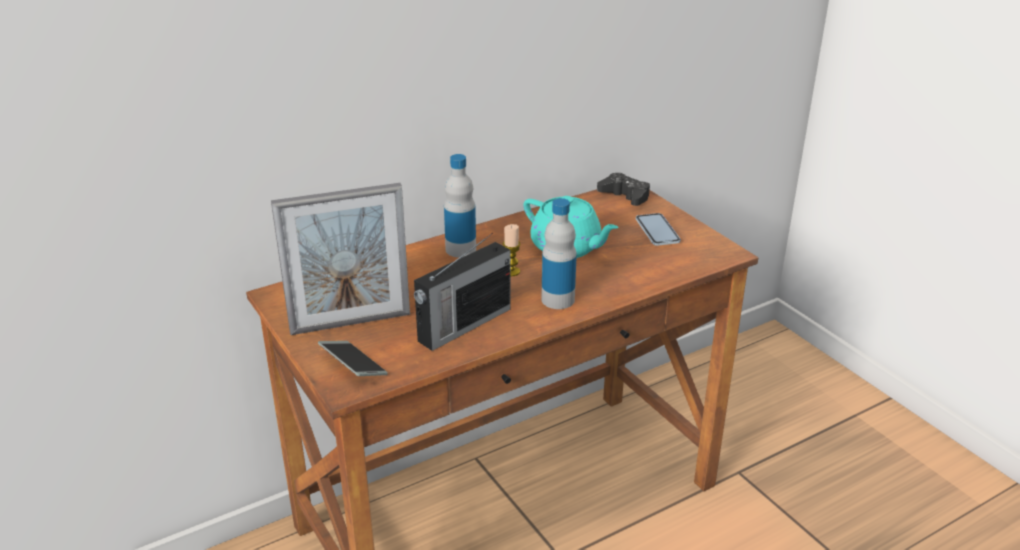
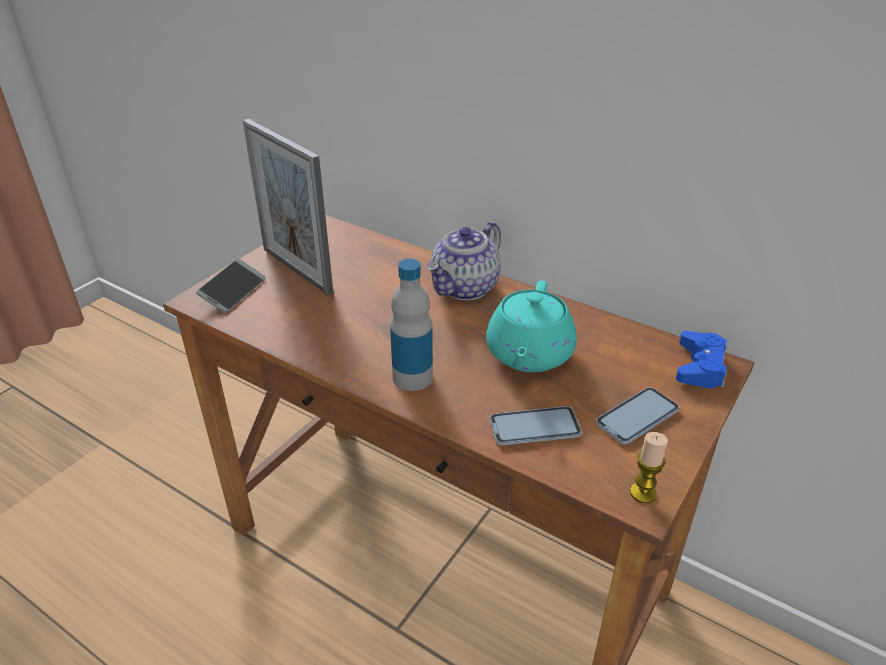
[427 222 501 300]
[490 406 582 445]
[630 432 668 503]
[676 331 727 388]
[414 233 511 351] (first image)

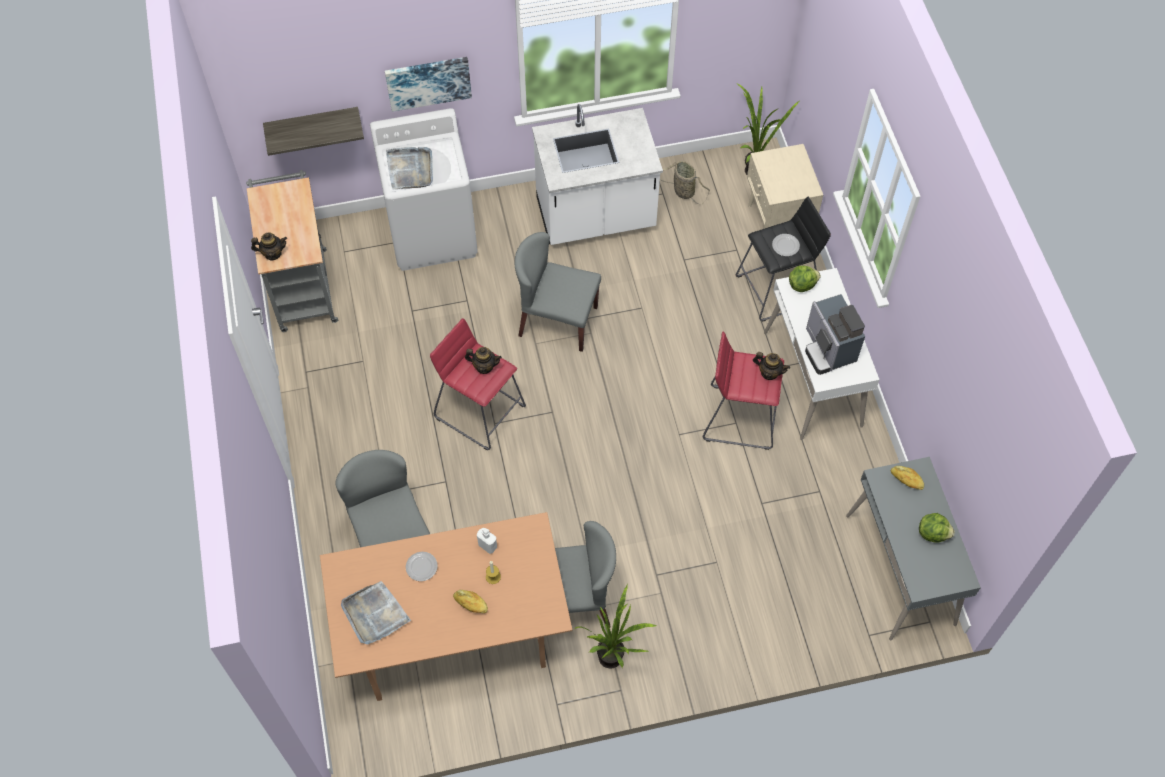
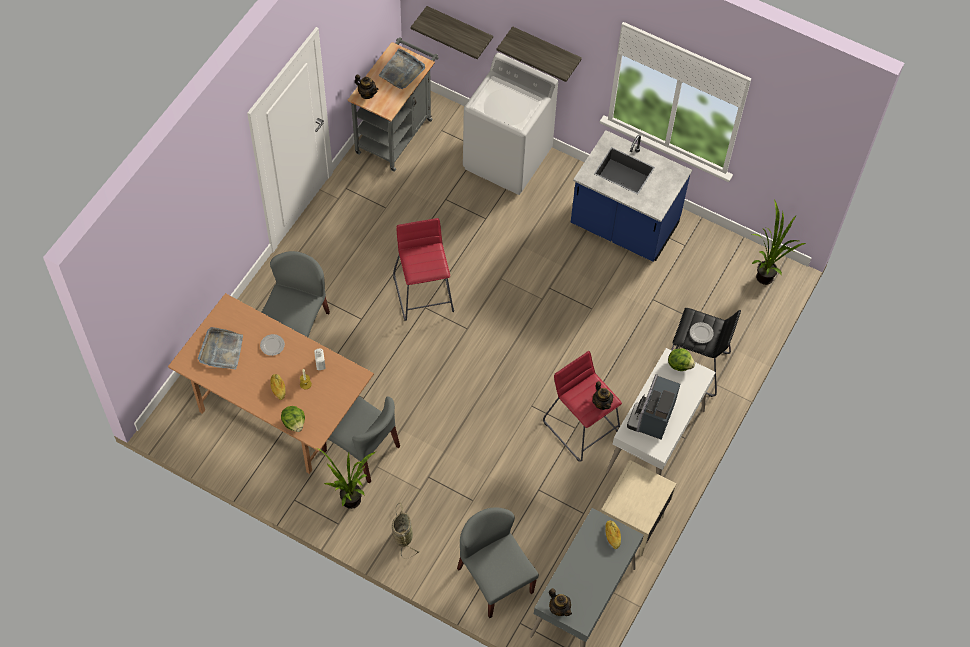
[281 406 305 432]
[378 48 425 89]
[392 502 419 559]
[457 507 539 618]
[497 27 582 82]
[549 588 572 616]
[571 130 692 262]
[601 460 676 556]

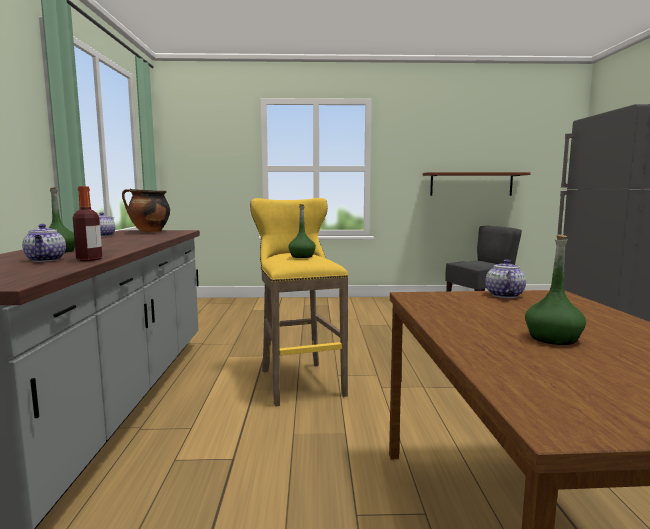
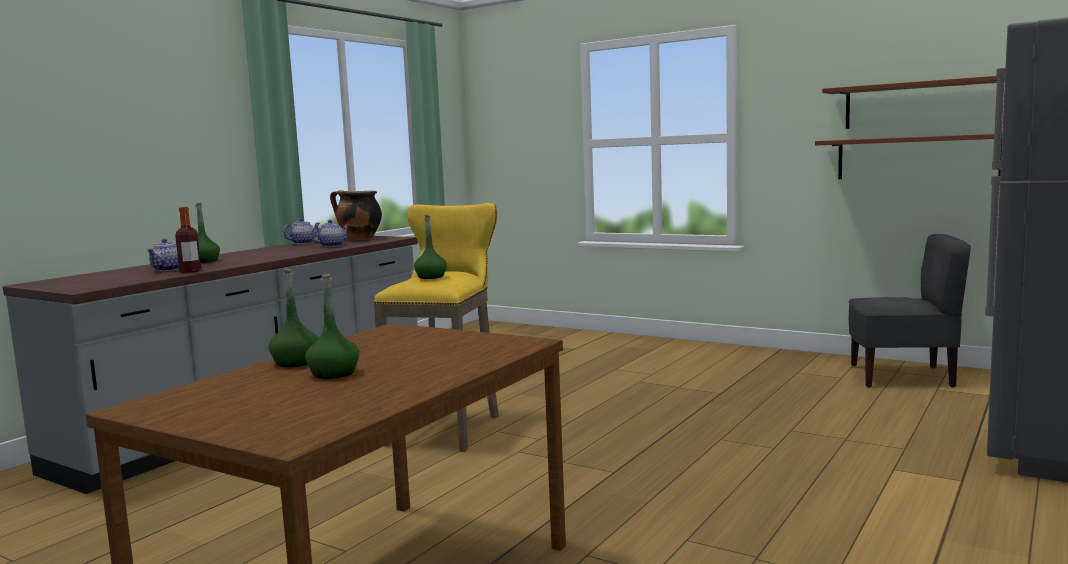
[268 269 318 367]
[310 220 349 247]
[822 76 1005 129]

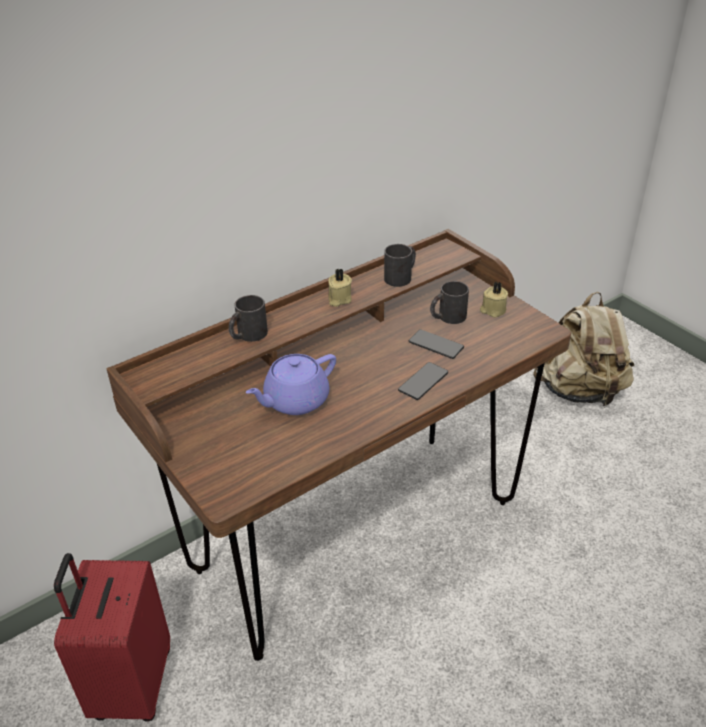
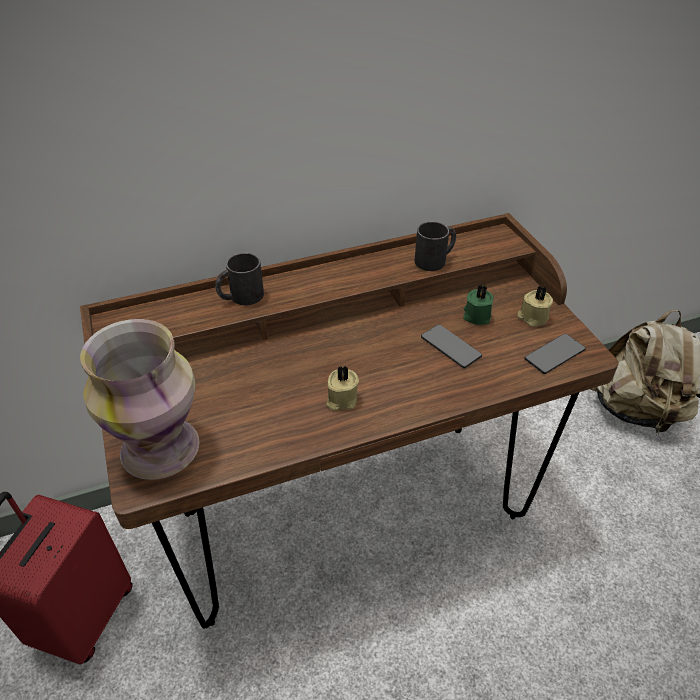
[80 319 199 480]
[326 366 359 411]
[463 285 494 325]
[524 334 586 374]
[246 354 336 415] (first image)

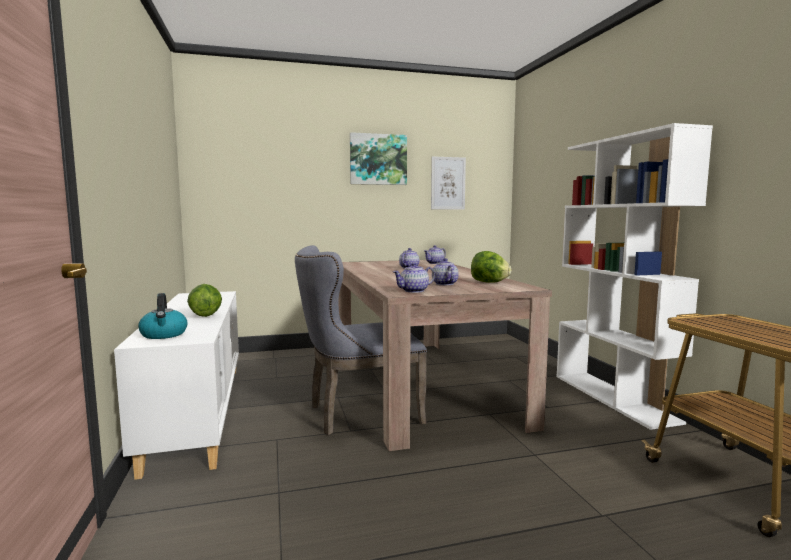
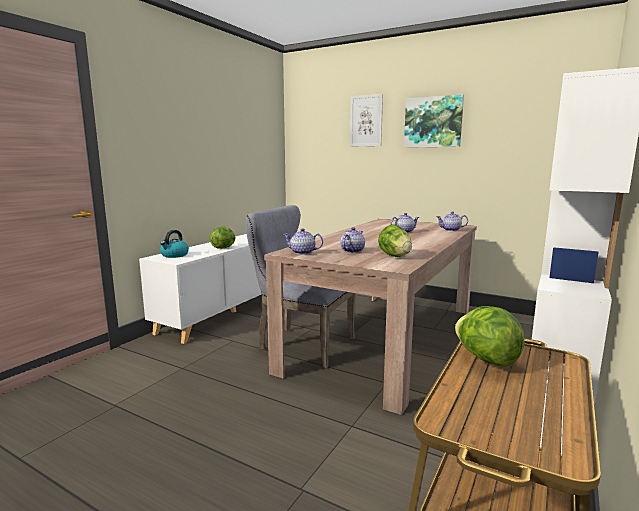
[350 94 383 146]
[455 306 525 367]

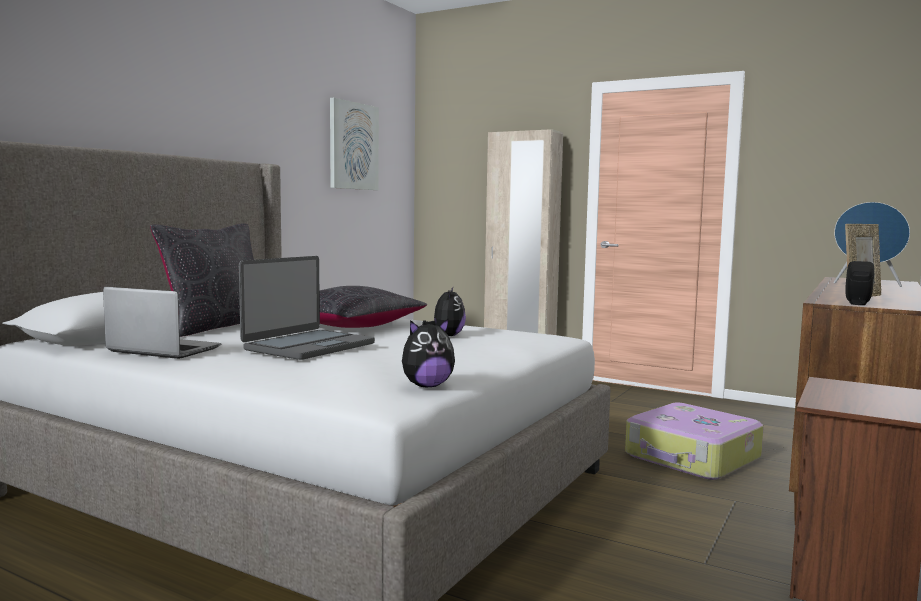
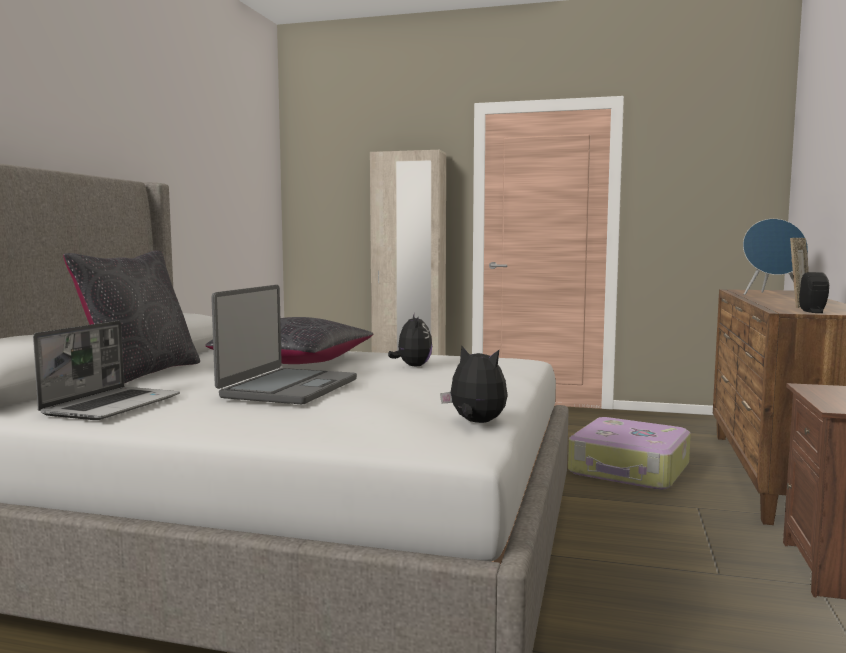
[33 321 180 420]
[440 346 508 423]
[330 98 379 190] (first image)

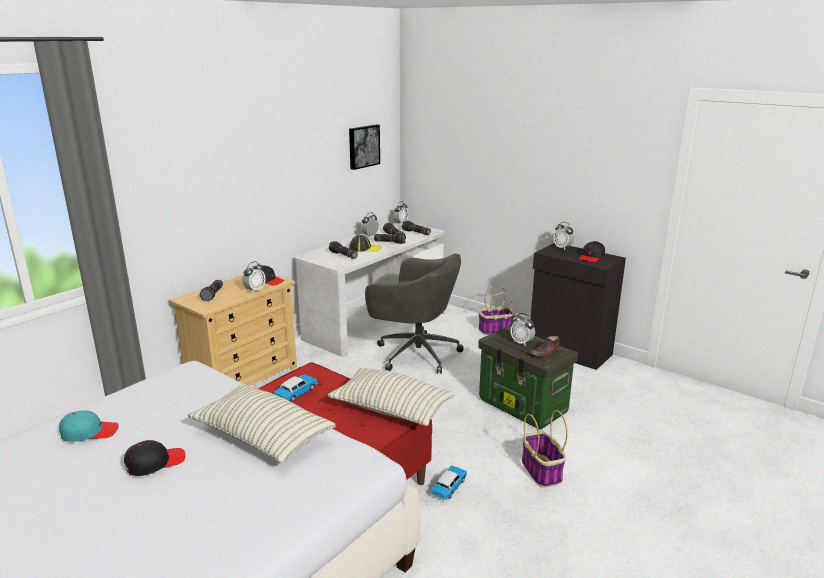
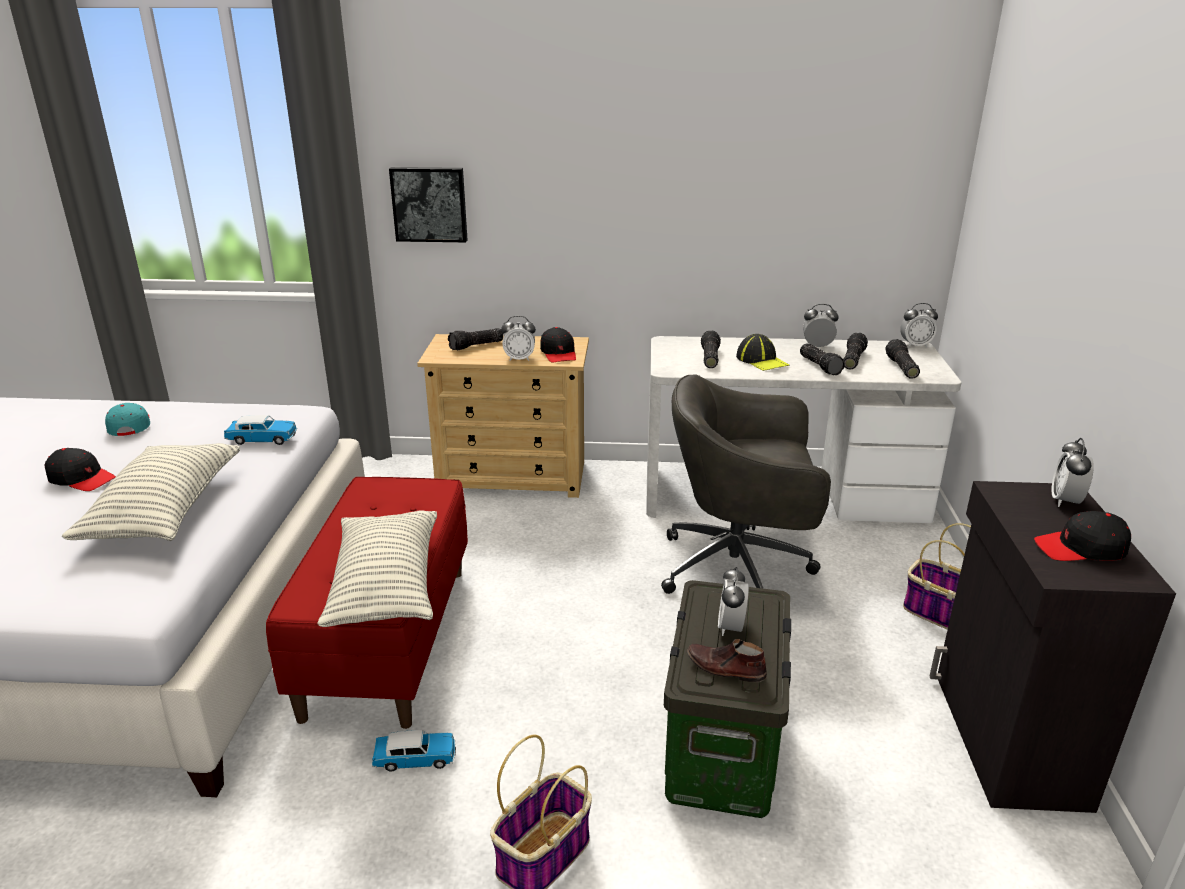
[105 403 150 436]
[224 415 297 445]
[389 167 468 242]
[661 374 831 594]

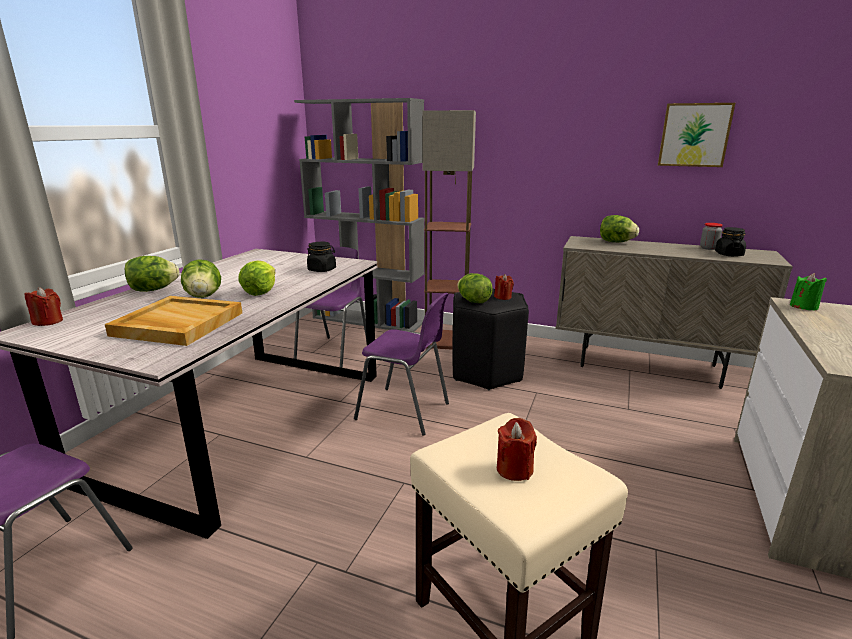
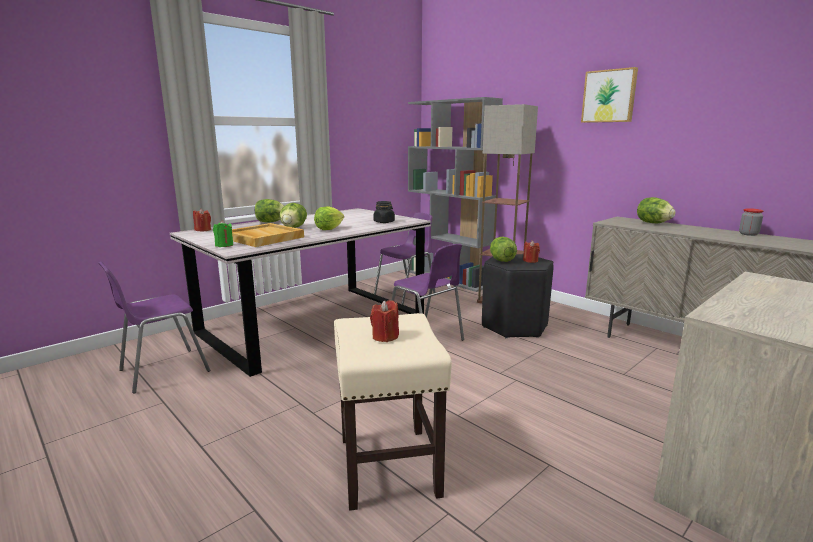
[213 220 233 247]
[581 67 638 123]
[715 227 746 256] (first image)

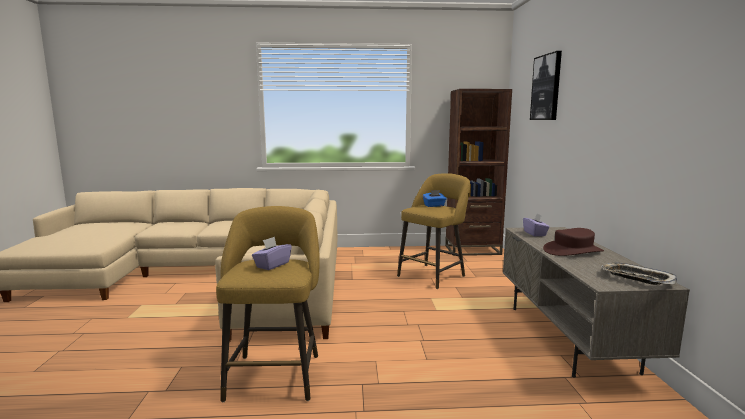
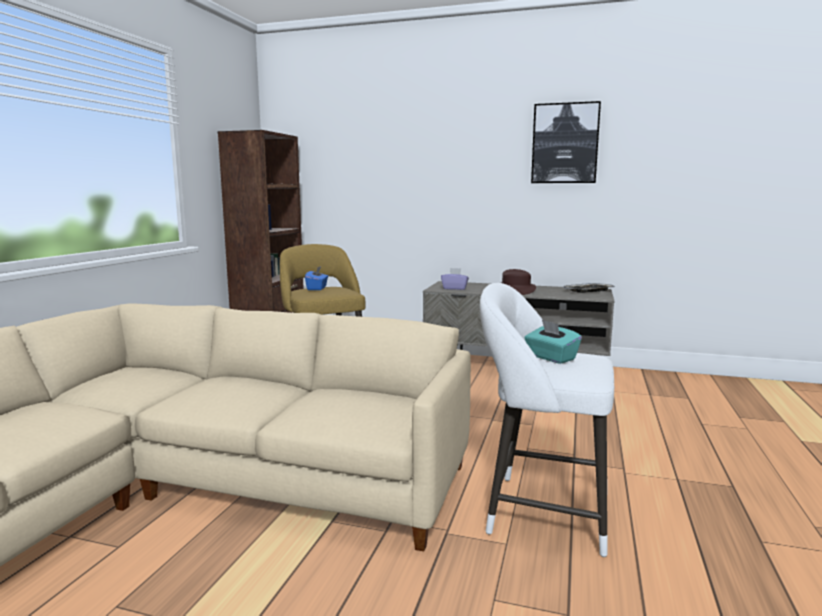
[480 283 614 557]
[525 320 582 364]
[531 101 601 183]

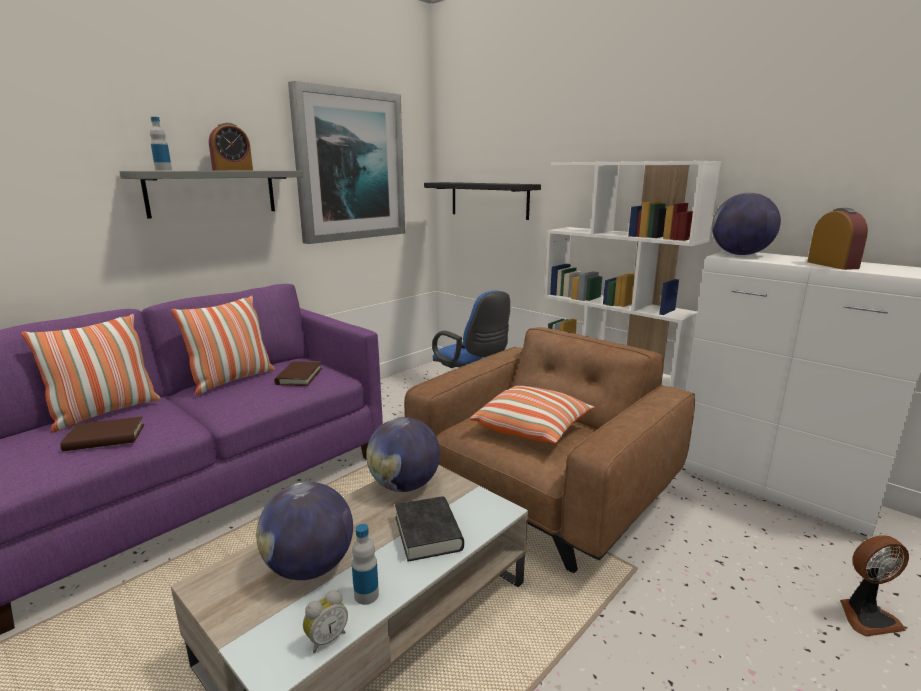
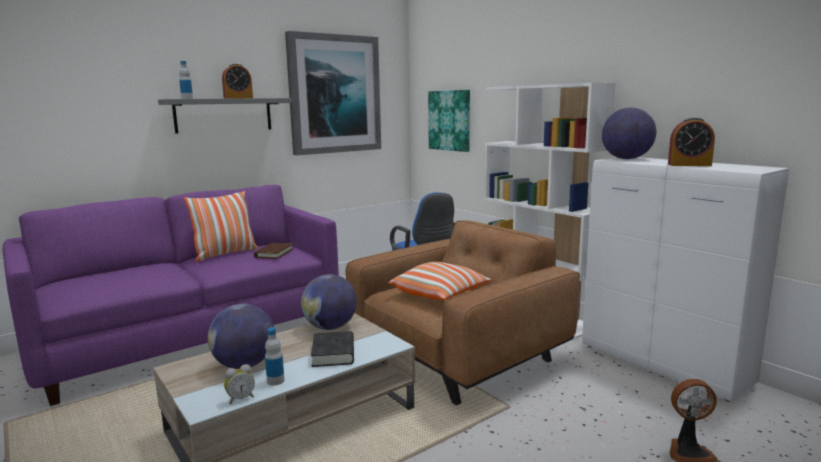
[428 90 470 152]
[668 117 715 166]
[21 314 161 433] (first image)
[60 416 144 451] (first image)

